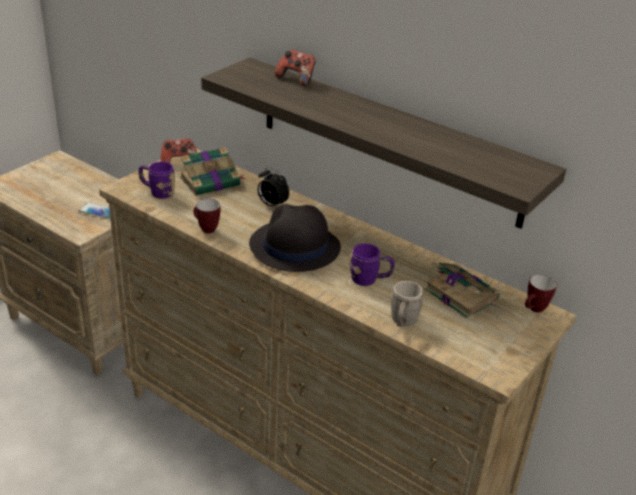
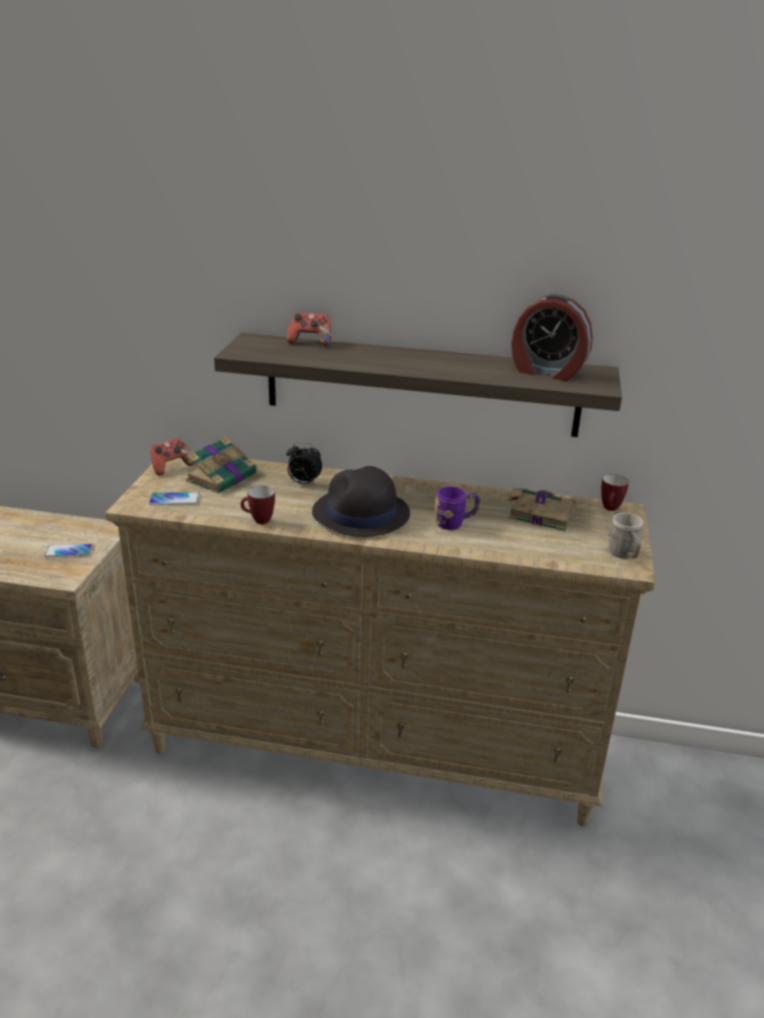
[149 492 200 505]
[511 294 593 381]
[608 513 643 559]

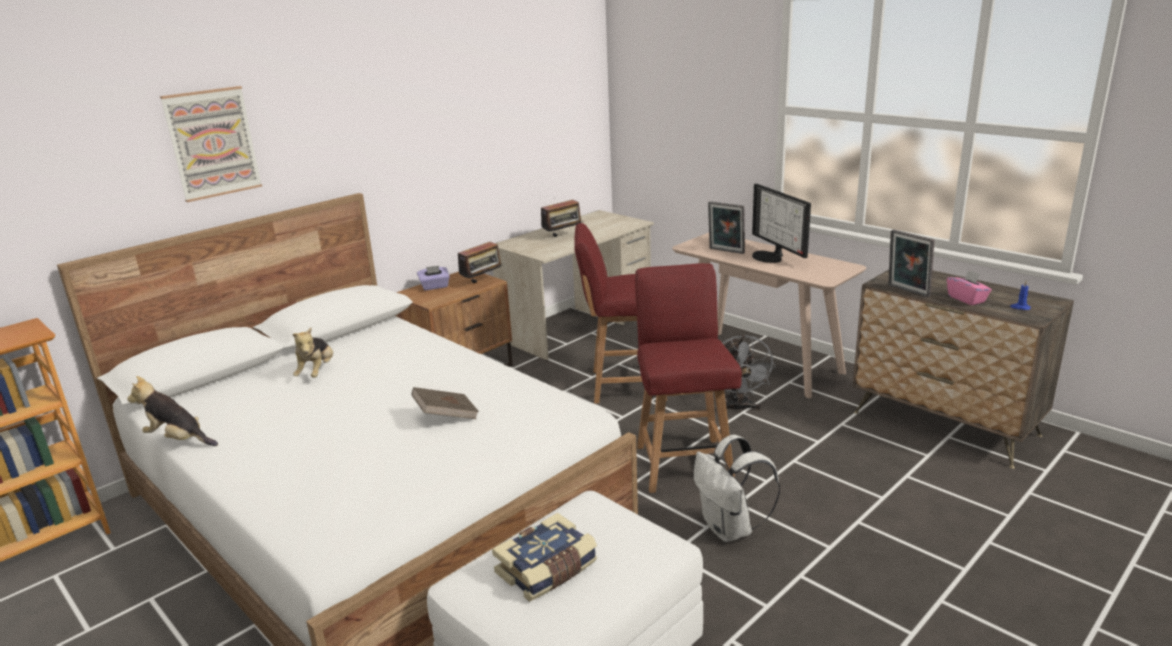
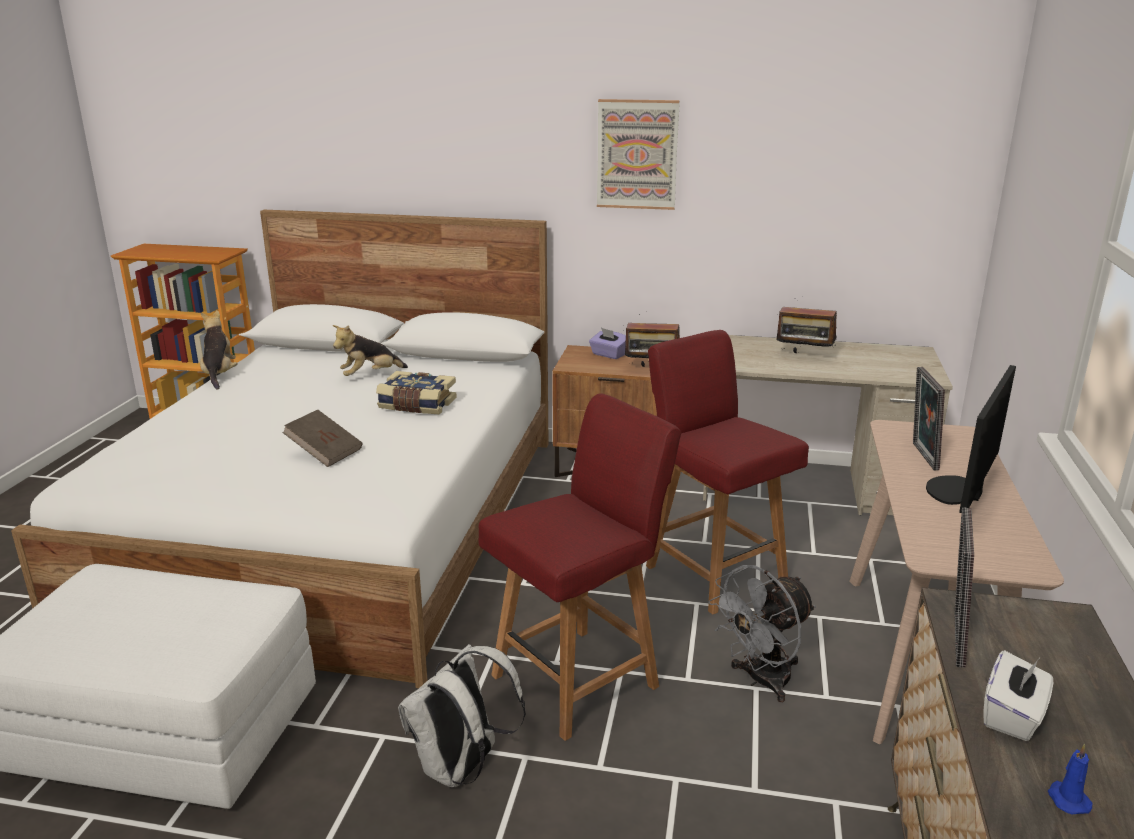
[376 371 457 414]
[597 99 680 210]
[983 650 1053 741]

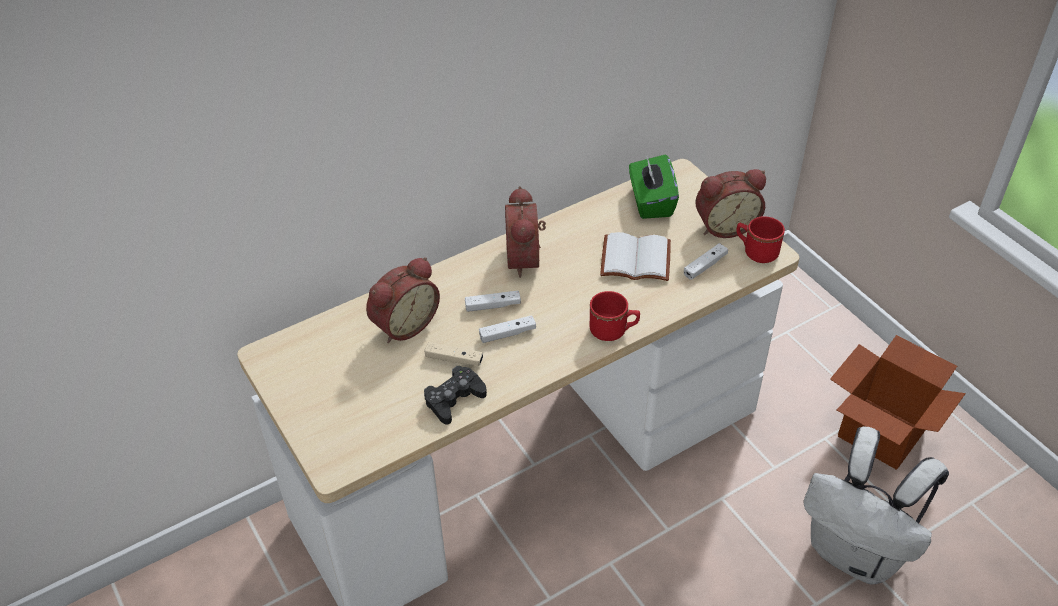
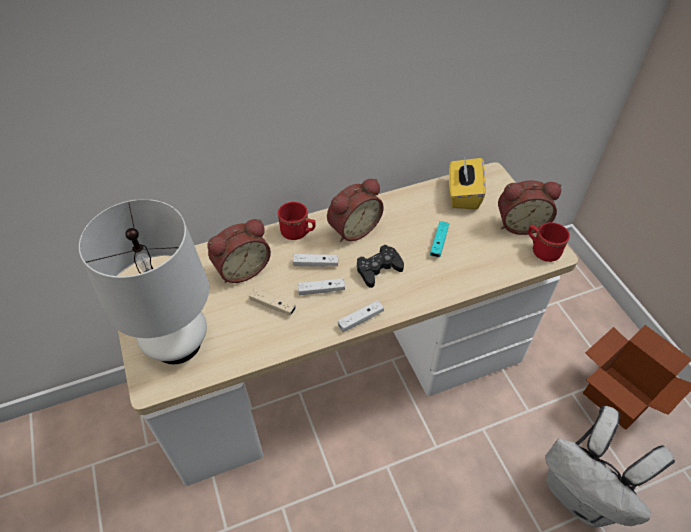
[79 199 209 364]
[278 202 316 240]
[327 178 384 242]
[338 300 384 332]
[357 245 404 288]
[430 221 449 257]
[449 158 486 209]

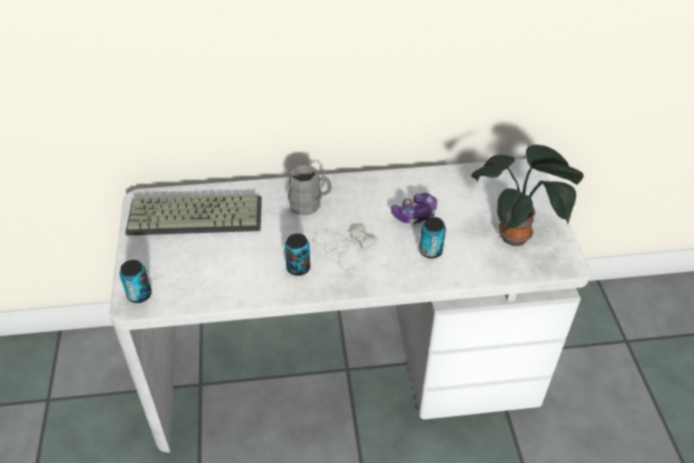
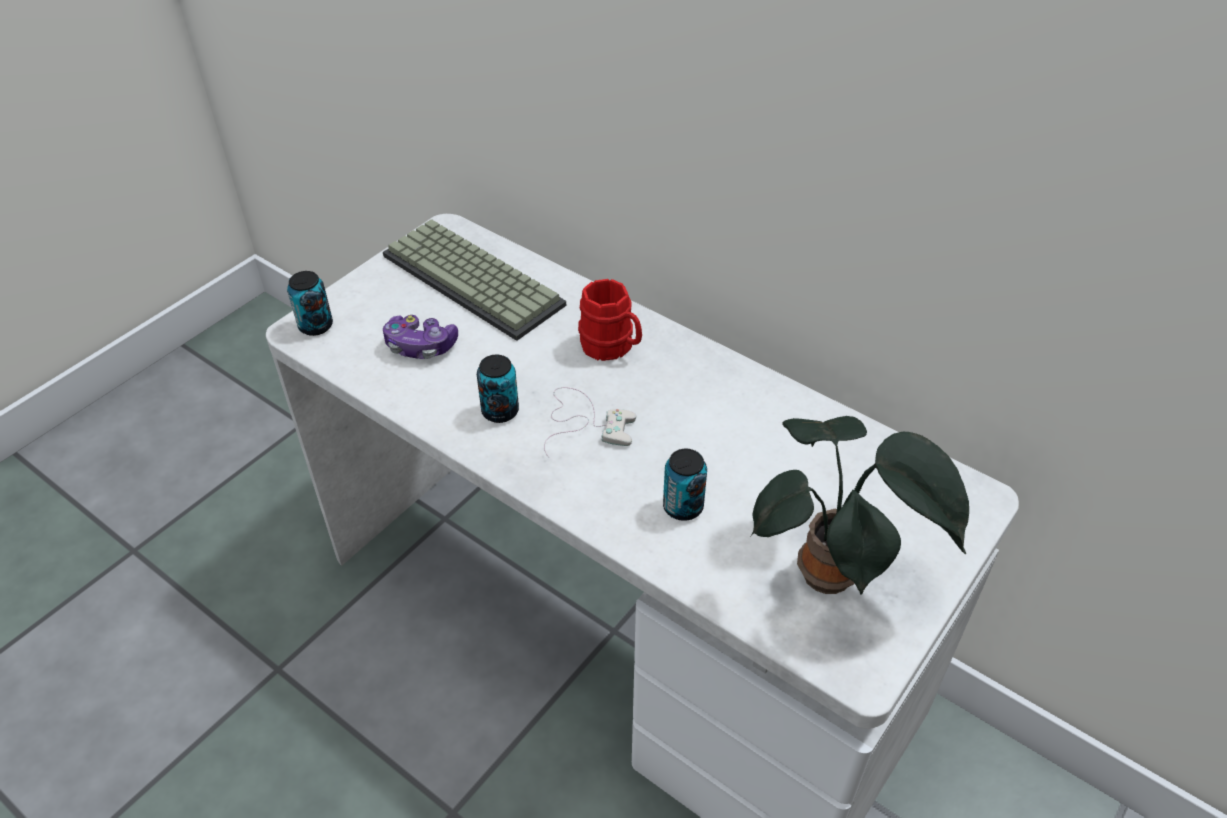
[383 315 458 359]
[578 279 642 361]

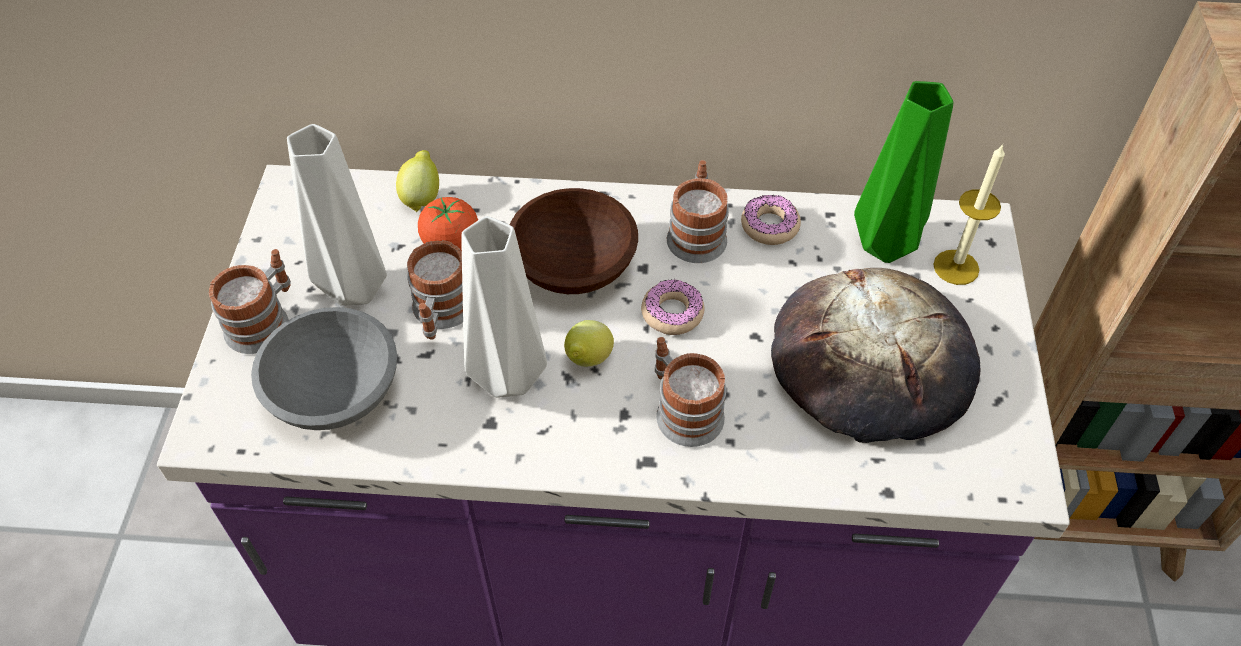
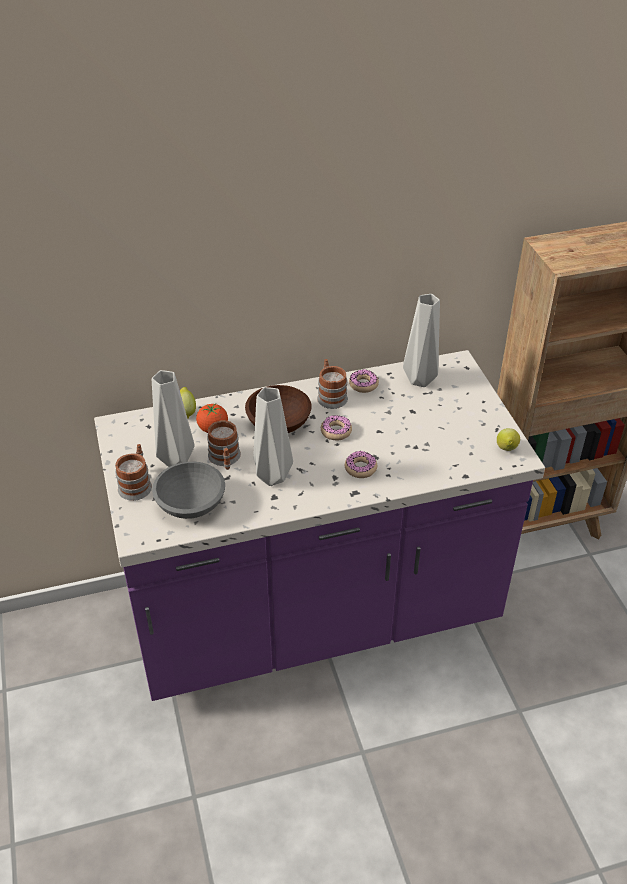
[345 451 377 478]
[403 294 440 387]
[497 428 520 451]
[771 268 980 443] (first image)
[933 144 1005 285] (first image)

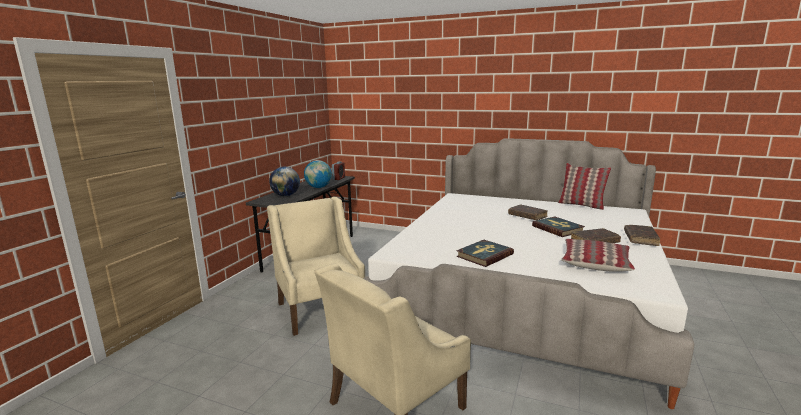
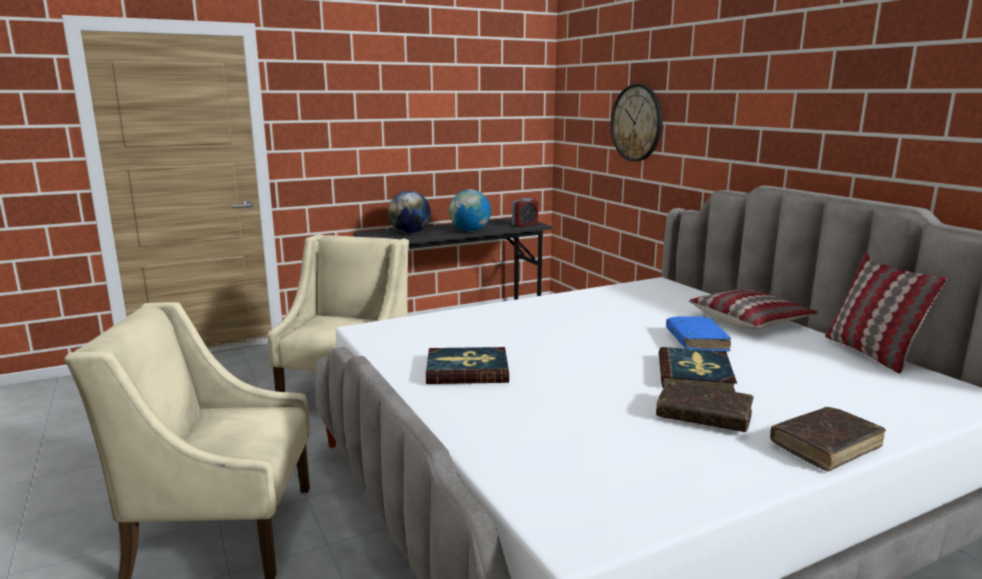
[611 84 662 161]
[666 316 731 351]
[689 289 818 330]

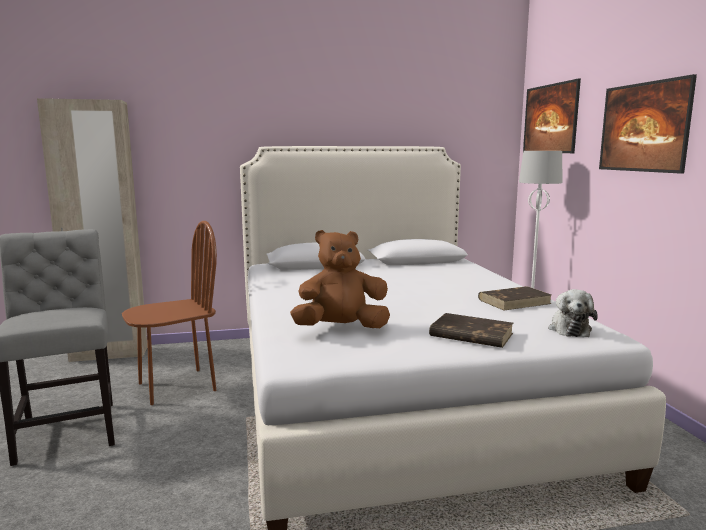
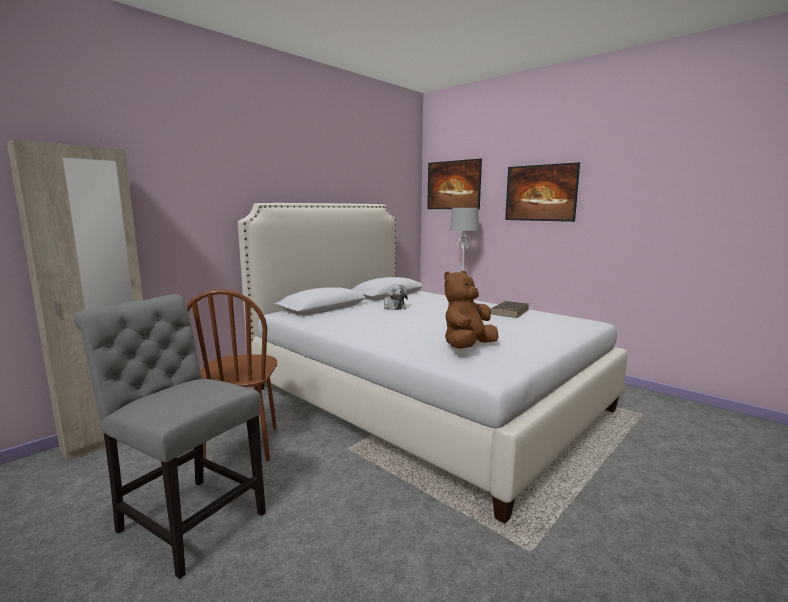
[186 289 277 461]
[384 284 408 310]
[429 313 513 348] (first image)

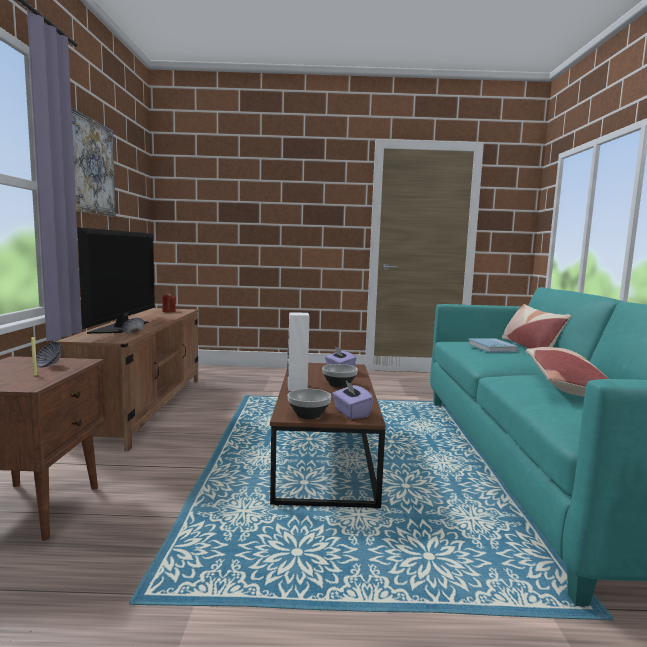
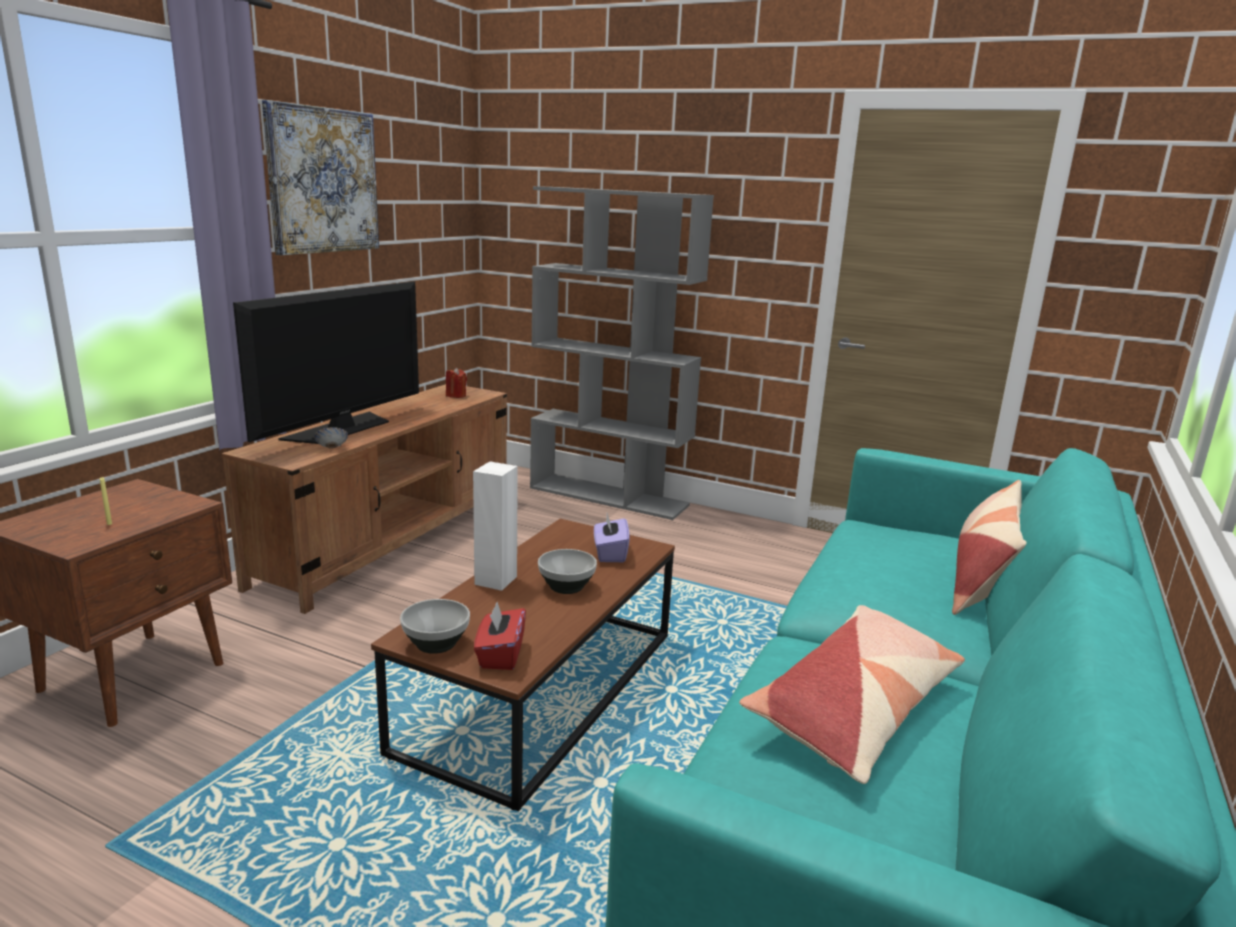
[474 602 526 670]
[530 186 714 520]
[36 341 61 368] (first image)
[468 338 519 352] (first image)

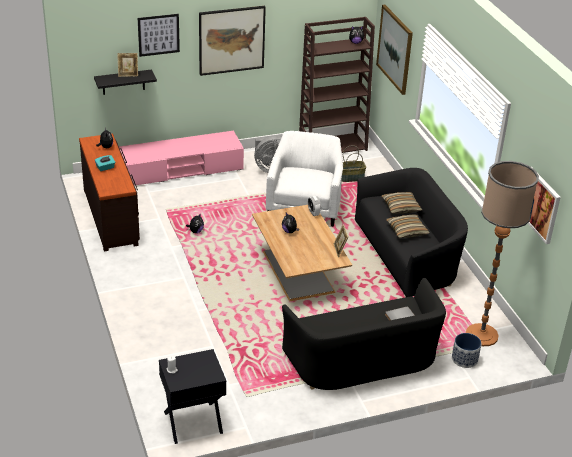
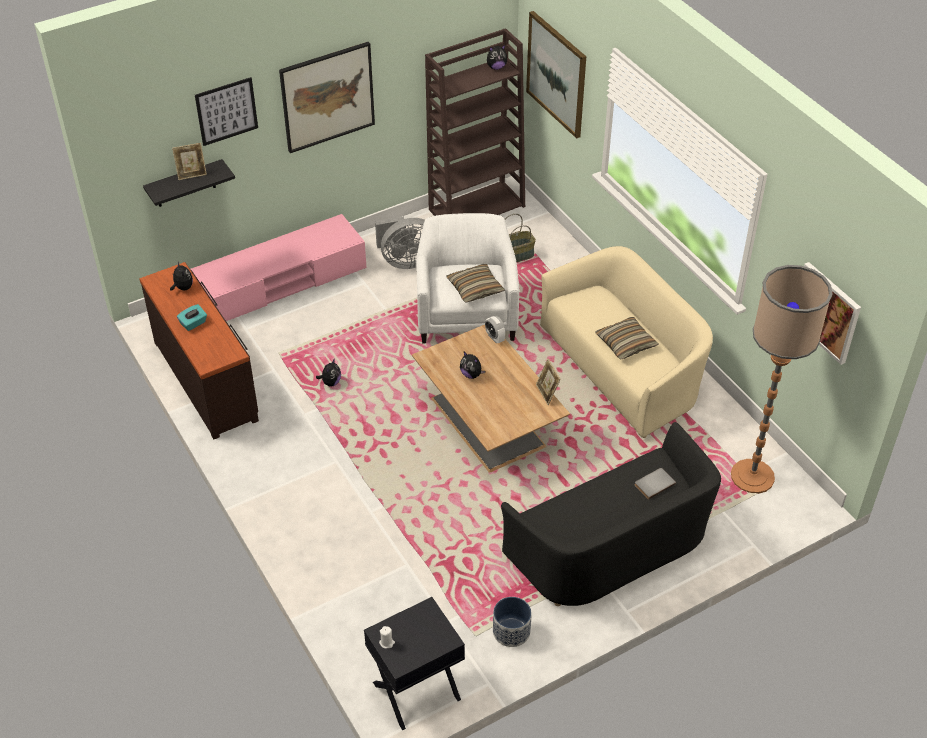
[447 264 505 303]
[493 597 532 647]
[540 246 713 438]

